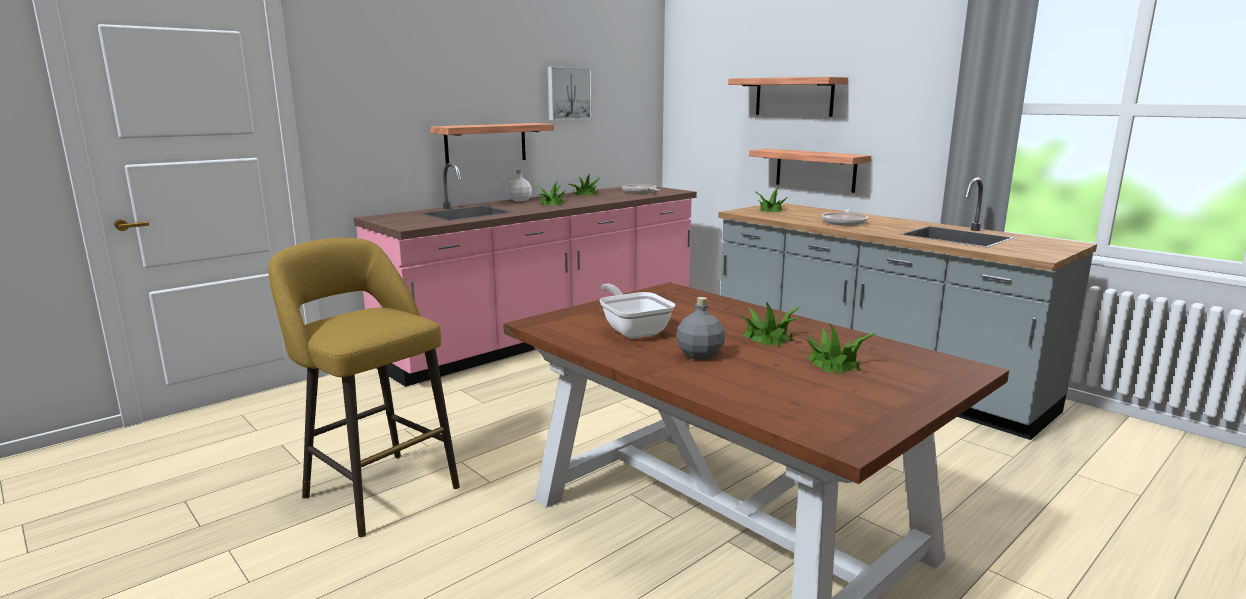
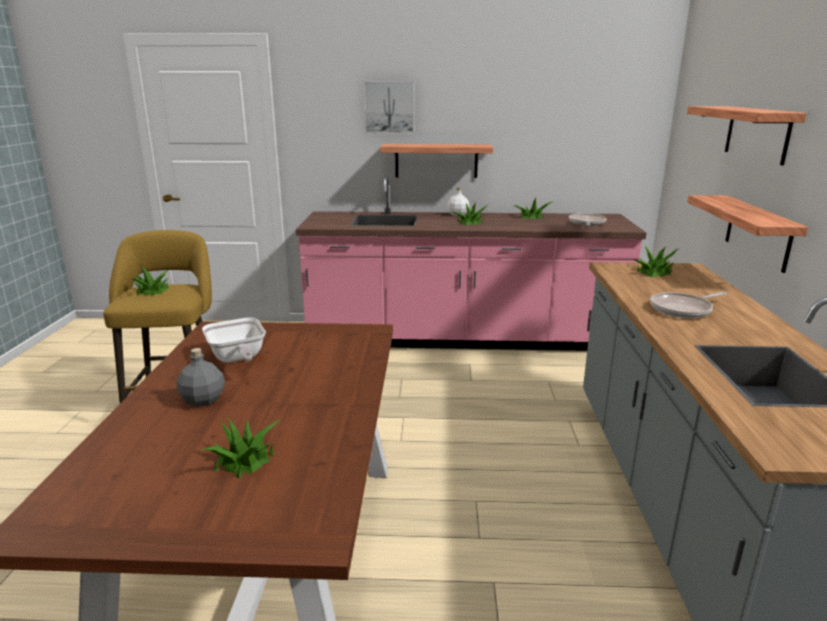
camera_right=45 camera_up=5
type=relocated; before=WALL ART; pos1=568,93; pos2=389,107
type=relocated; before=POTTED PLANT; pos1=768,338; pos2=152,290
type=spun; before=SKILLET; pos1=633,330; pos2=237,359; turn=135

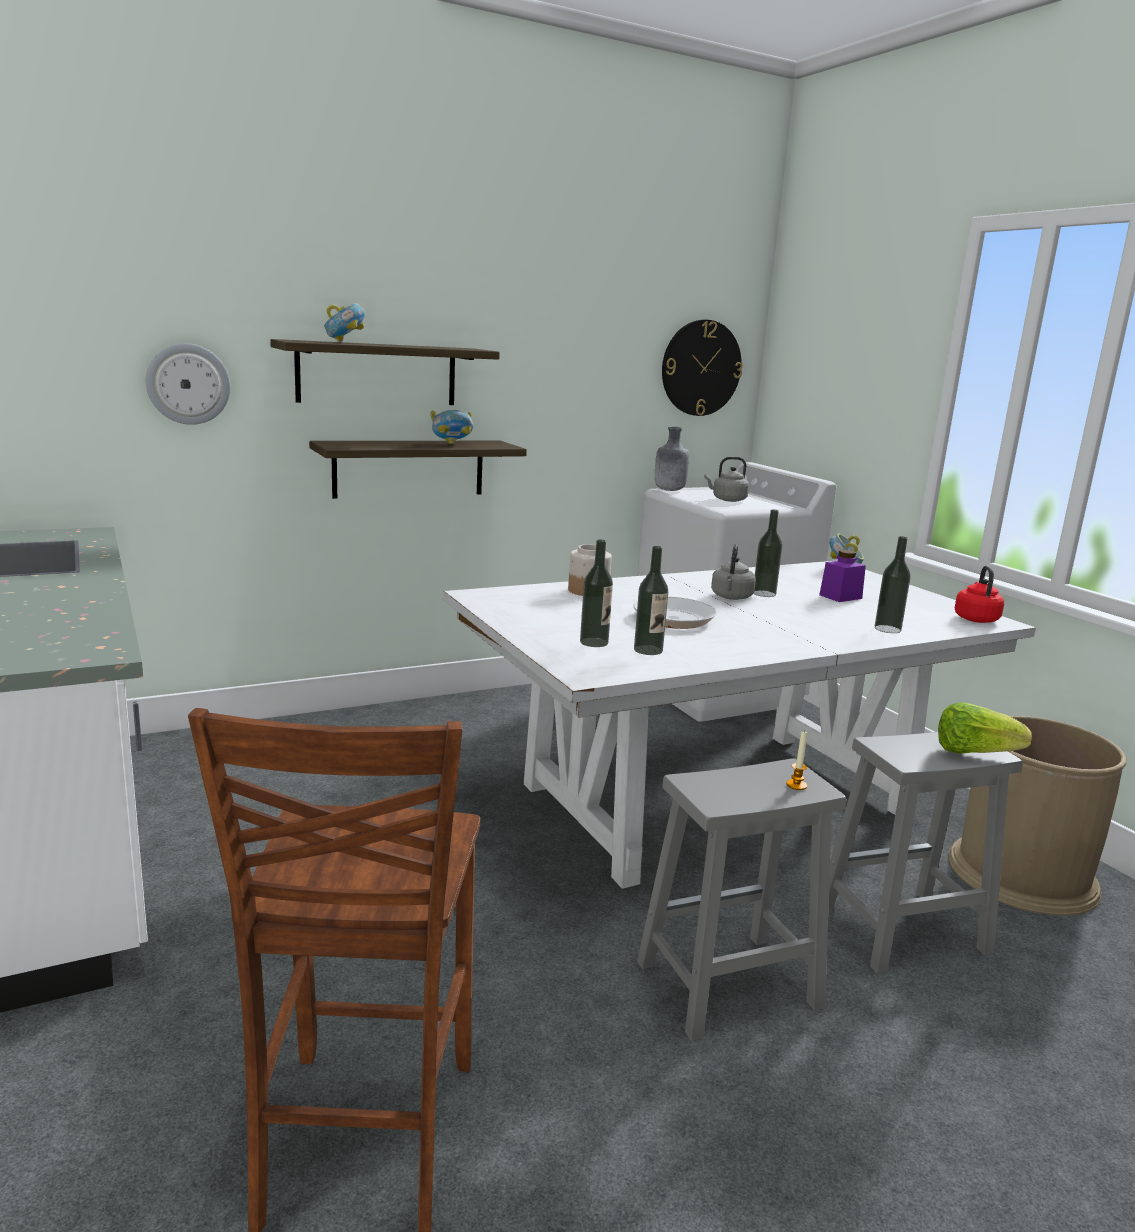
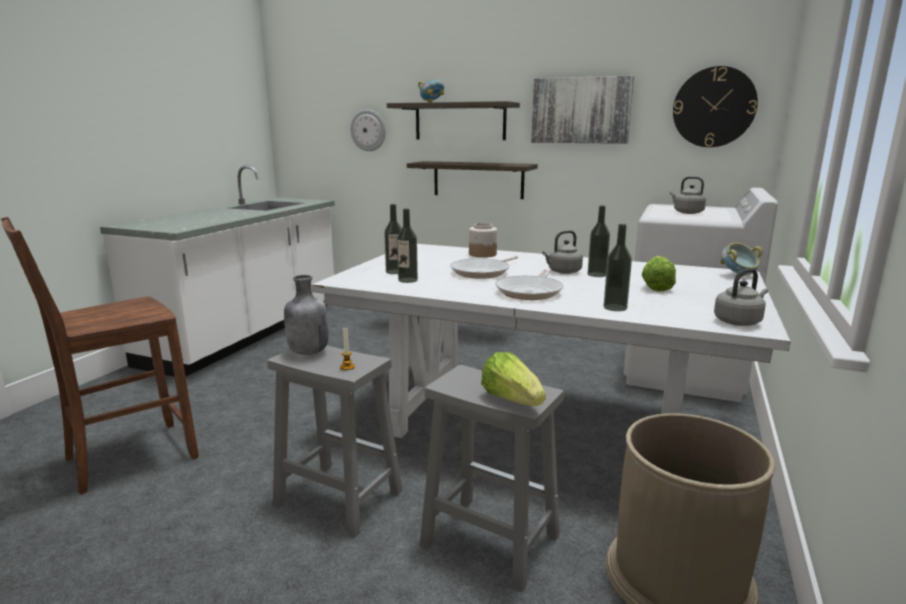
camera_right=50 camera_up=0
type=missing; before=DEEP DISH; pos1=452,444
type=appeared; after=SKILLET; pos2=530,291
type=appeared; after=WALL ART; pos2=581,110
type=relocated; before=GREYISH DRINK BOTTLE; pos1=669,490; pos2=307,352
type=exchanged; before=PURPLE-COLOURED STORAGE JAR; after=LETTUCE HEAD; pos1=840,597; pos2=656,287
type=colour; before=RED-COLOURED KETTLE; after=GREYISH KETTLE; pos1=975,618; pos2=739,322

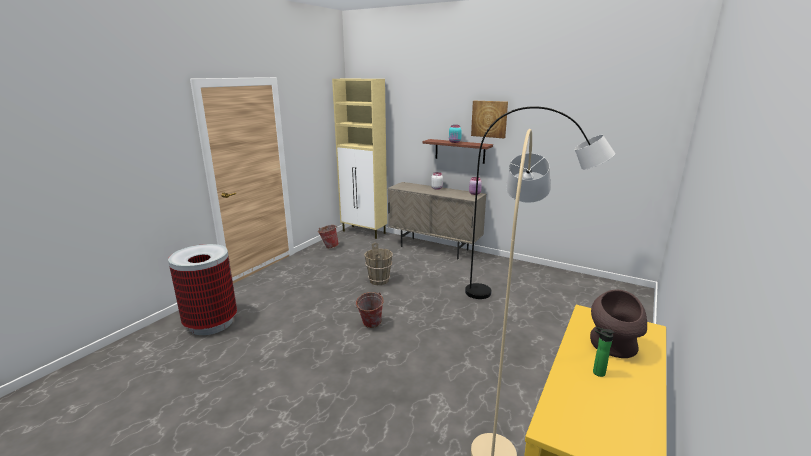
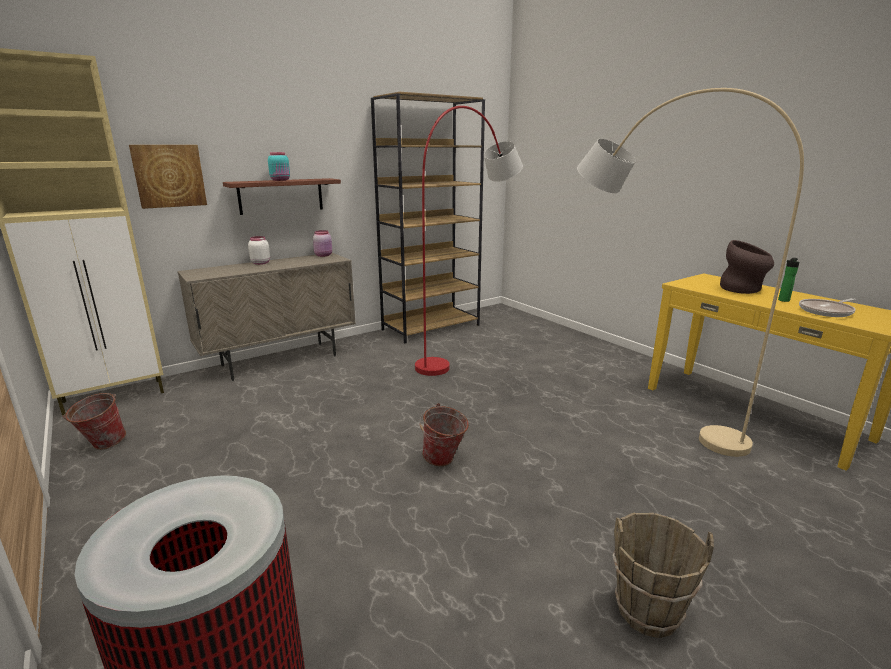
camera_right=-65 camera_up=0
type=appeared; after=BROWN SHELVING UNIT; pos2=431,327
type=appeared; after=SKILLET; pos2=827,311
type=relocated; before=BROWN PAIL; pos1=379,280; pos2=647,611
type=relocated; before=WALL ART; pos1=489,119; pos2=169,176
type=colour; before=GREYISH STANDING LAMP; after=RED-COLOURED STANDING LAMP; pos1=528,298; pos2=470,349

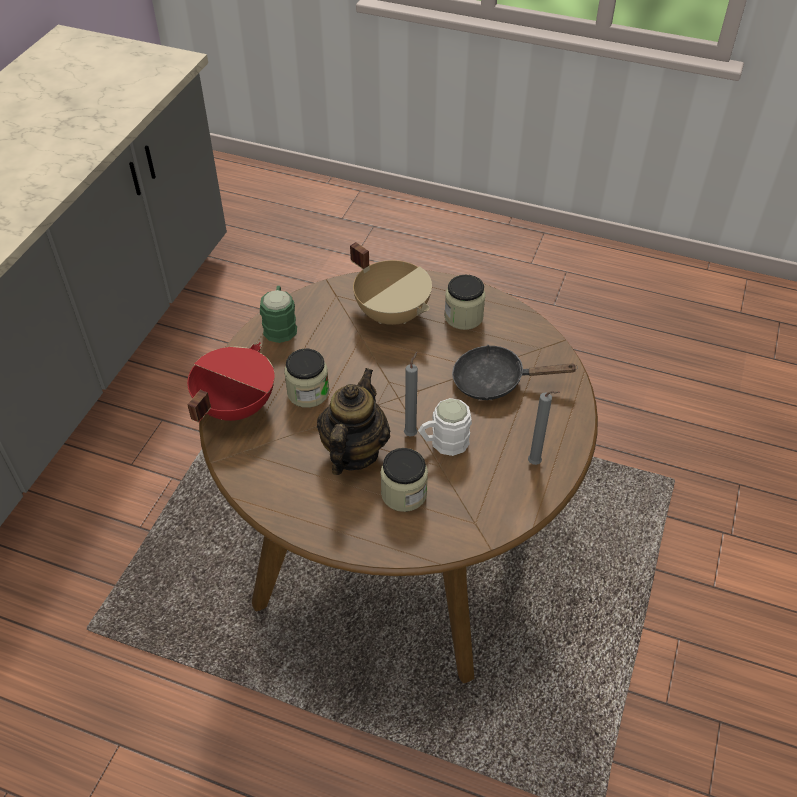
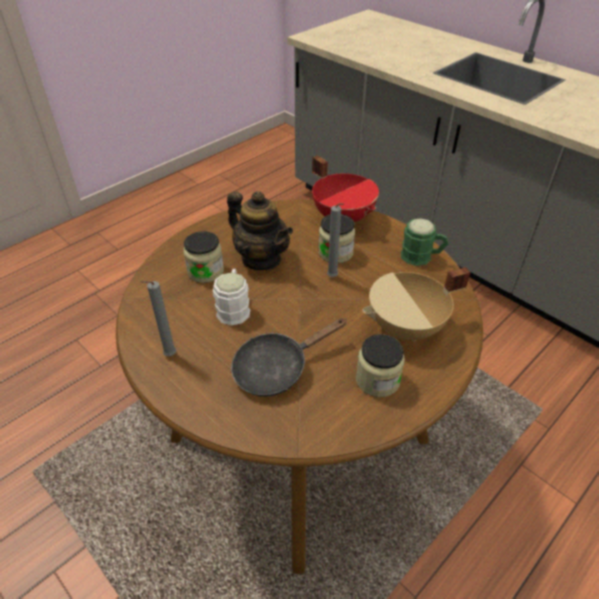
camera_right=115 camera_up=-5
type=relocated; before=GREYISH WAX CANDLE; pos1=411,433; pos2=333,278
type=spun; before=BLACKISH SKILLET; pos1=495,381; pos2=276,368; turn=-150

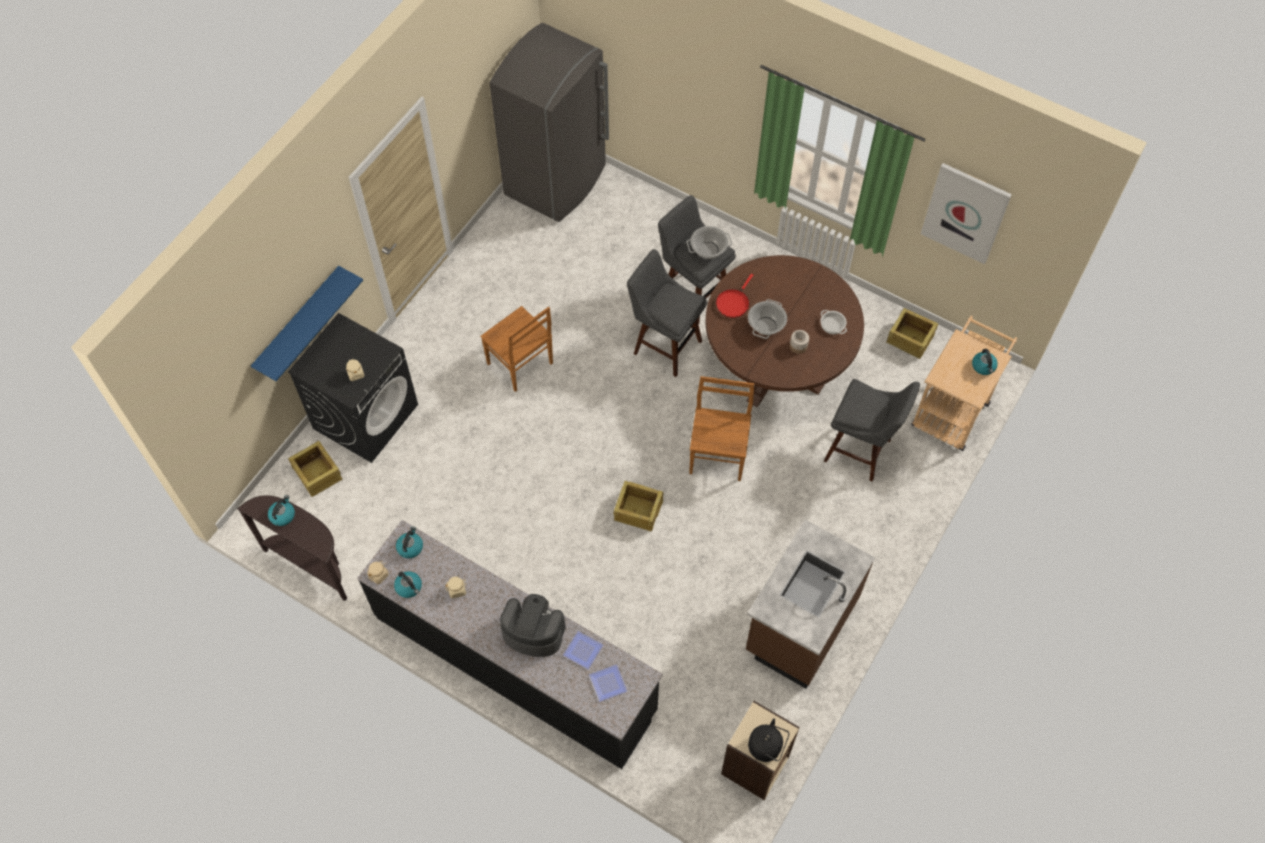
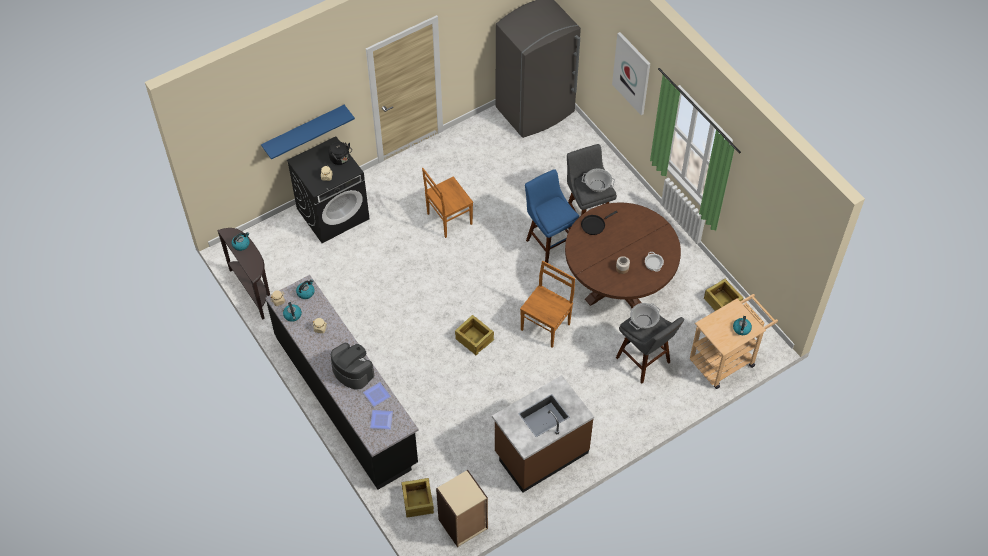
camera_right=25 camera_up=-5
type=relocated; before=PACKING CRATE; pos1=317,474; pos2=417,502
type=relocated; before=SAUCEPOT; pos1=766,325; pos2=643,321
type=relocated; before=BLACKISH KETTLE; pos1=767,747; pos2=341,159
type=relocated; before=WALL ART; pos1=965,212; pos2=632,73
type=colour; before=GREYISH SITTING STOOL; after=BLUE SITTING STOOL; pos1=664,345; pos2=549,243
type=colour; before=RED-COLOURED SKILLET; after=BLACKISH SKILLET; pos1=733,303; pos2=594,225
type=spun; before=BROWN CHAIR; pos1=521,365; pos2=448,219; turn=75

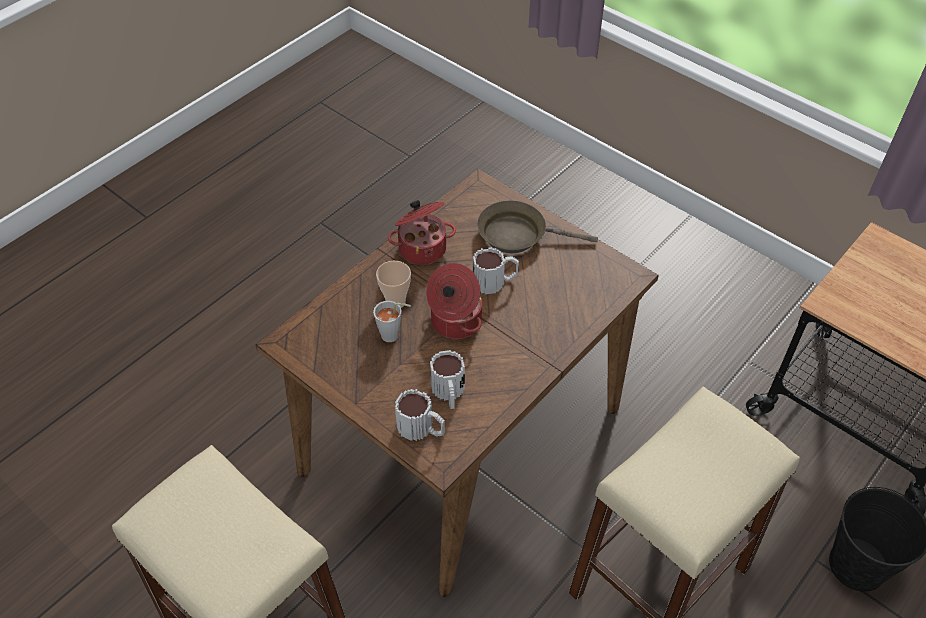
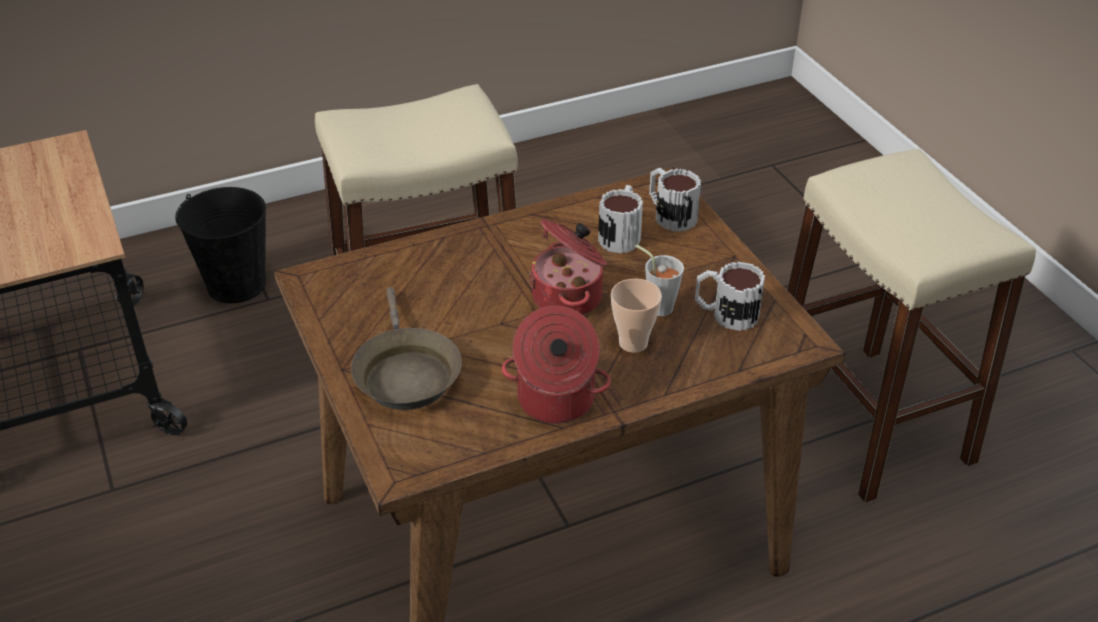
camera_right=-155 camera_up=-10
type=relocated; before=MUG; pos1=495,281; pos2=726,313
type=spun; before=BROWN SKILLET; pos1=518,235; pos2=405,374; turn=45

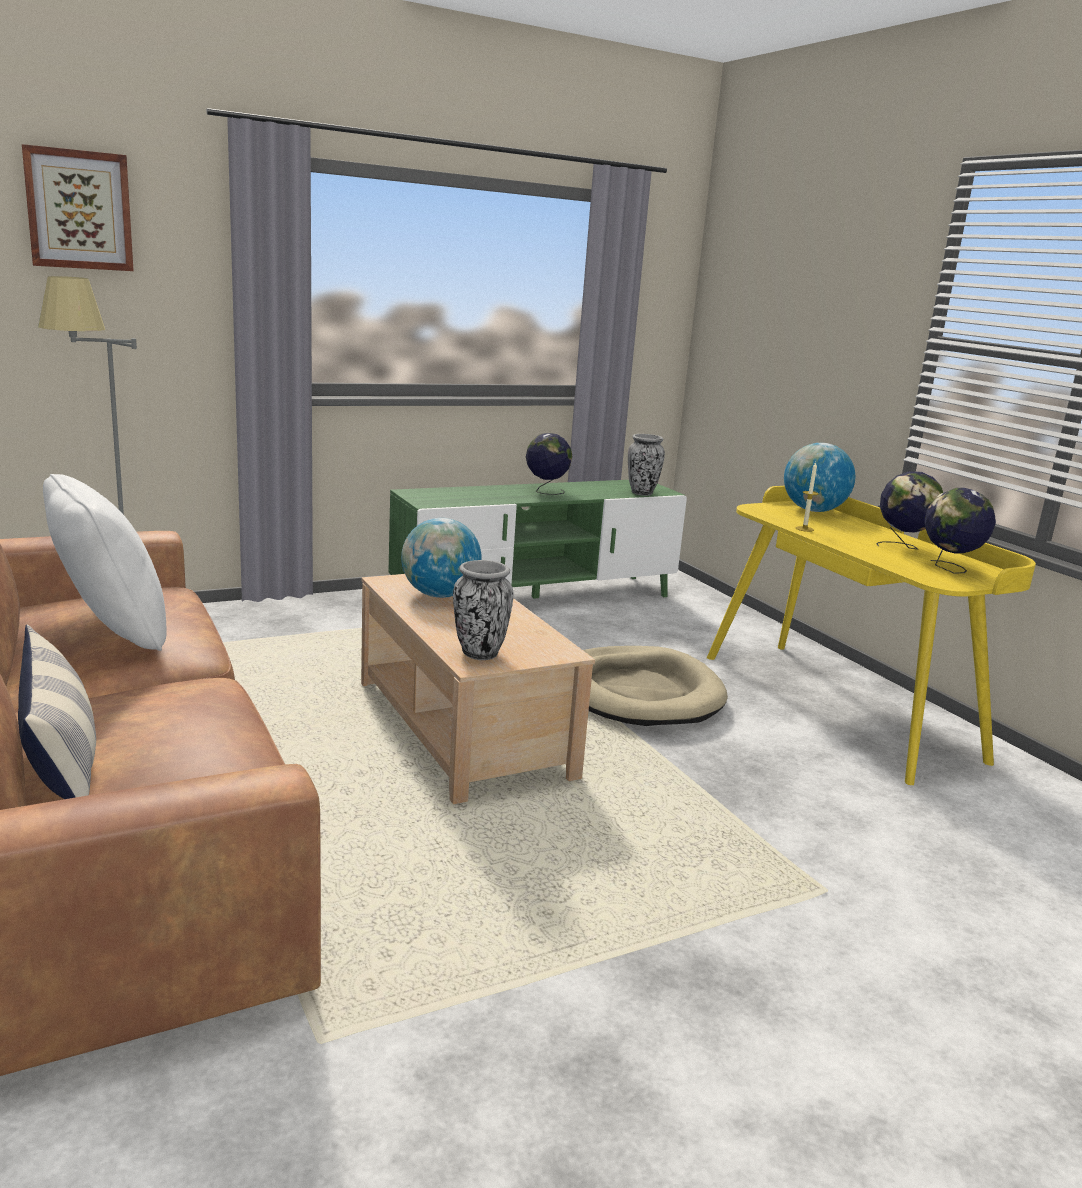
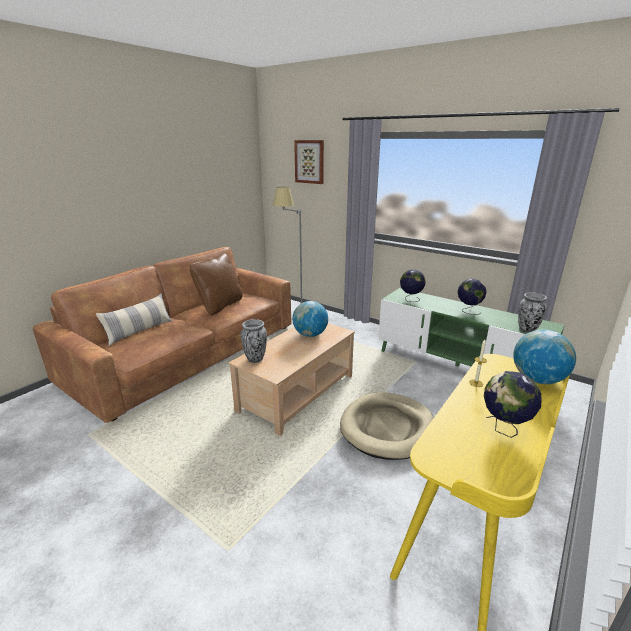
camera_right=65 camera_up=5
type=relocated; before=DESK GLOBE; pos1=949,569; pos2=410,299
type=colour; before=WHITE-COLOURED CUSHION; after=BROWN CUSHION; pos1=110,632; pos2=220,306

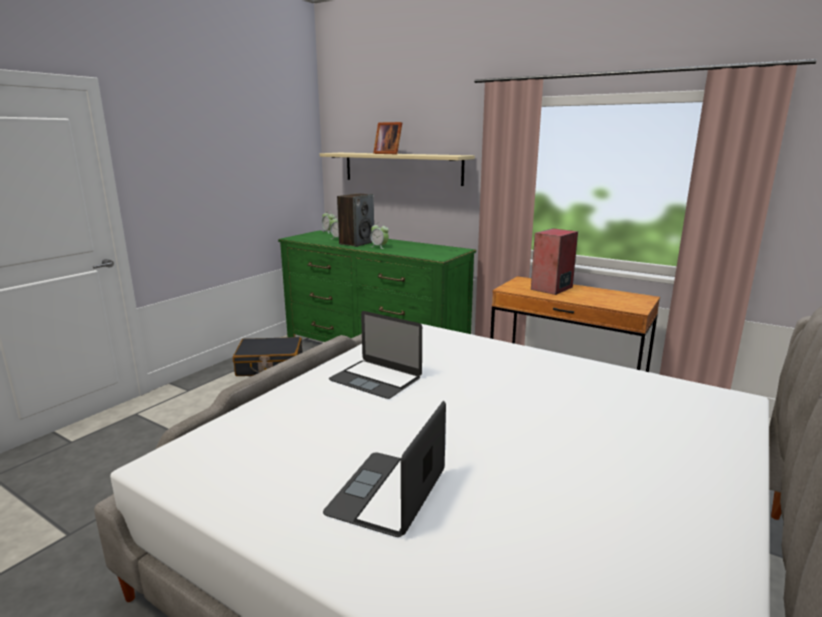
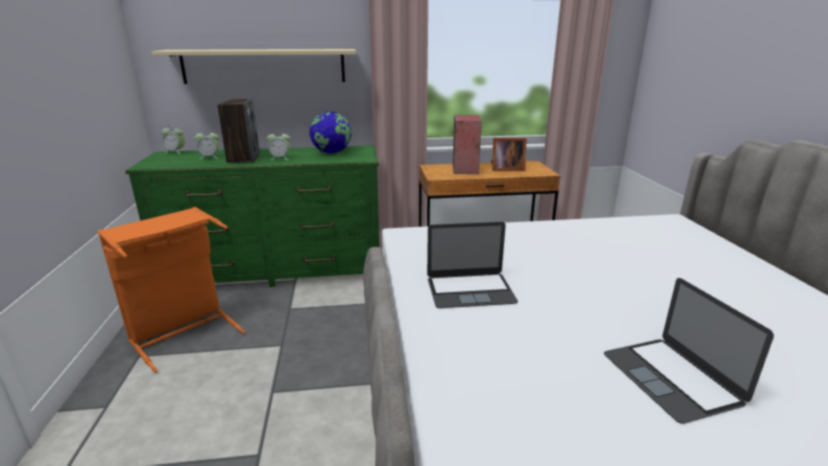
camera_right=-40 camera_up=5
type=appeared; after=DESK GLOBE; pos2=332,153
type=relocated; before=PHOTO FRAME; pos1=388,154; pos2=506,169
type=exchanged; before=BLACKISH SUITCASE; after=ORANGEY HAMPER; pos1=270,366; pos2=183,332

